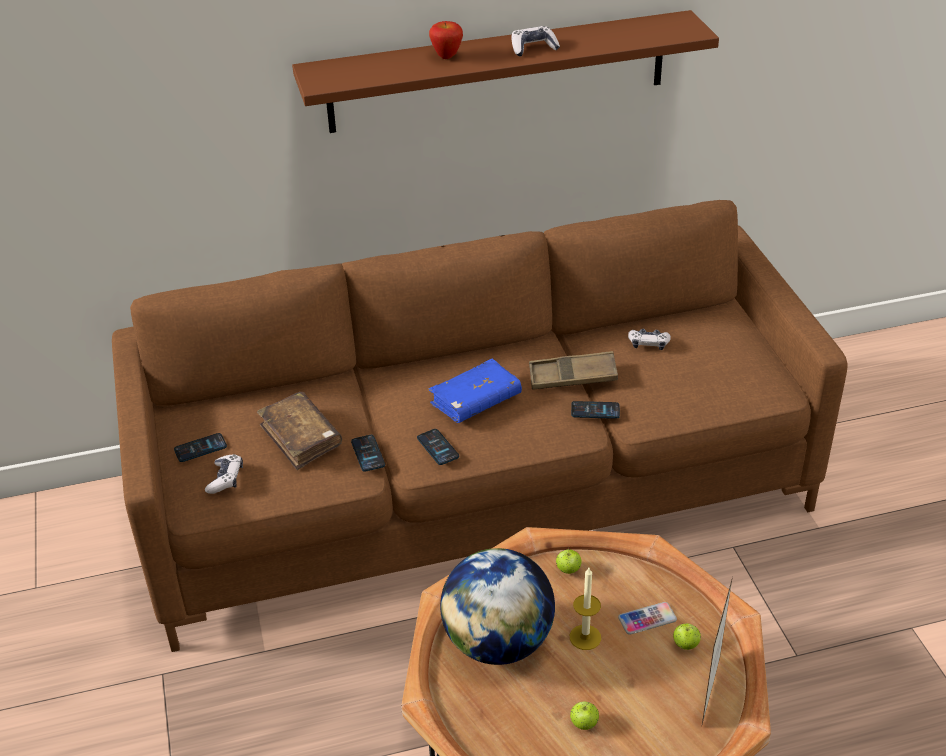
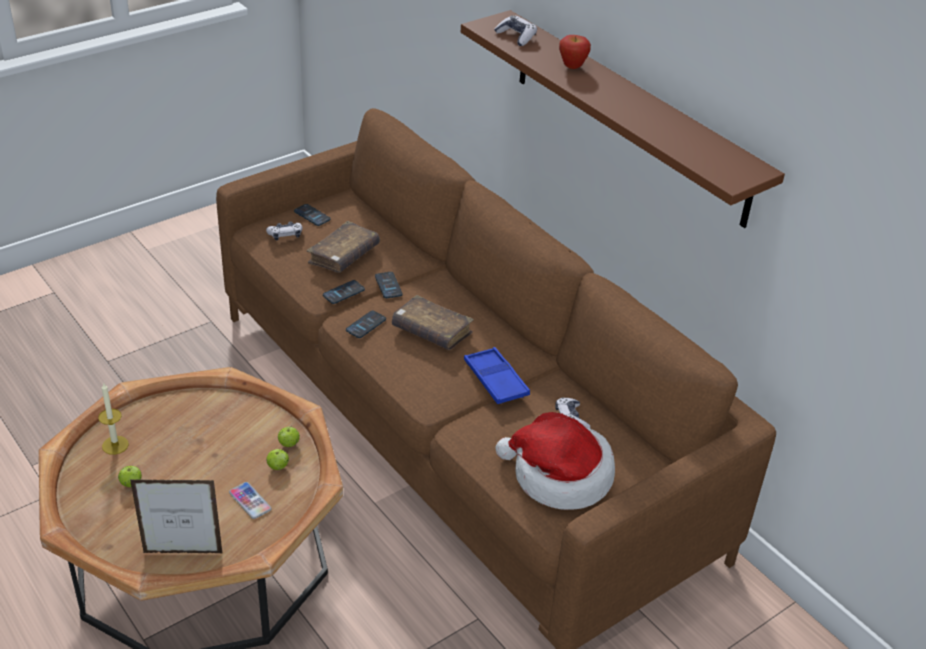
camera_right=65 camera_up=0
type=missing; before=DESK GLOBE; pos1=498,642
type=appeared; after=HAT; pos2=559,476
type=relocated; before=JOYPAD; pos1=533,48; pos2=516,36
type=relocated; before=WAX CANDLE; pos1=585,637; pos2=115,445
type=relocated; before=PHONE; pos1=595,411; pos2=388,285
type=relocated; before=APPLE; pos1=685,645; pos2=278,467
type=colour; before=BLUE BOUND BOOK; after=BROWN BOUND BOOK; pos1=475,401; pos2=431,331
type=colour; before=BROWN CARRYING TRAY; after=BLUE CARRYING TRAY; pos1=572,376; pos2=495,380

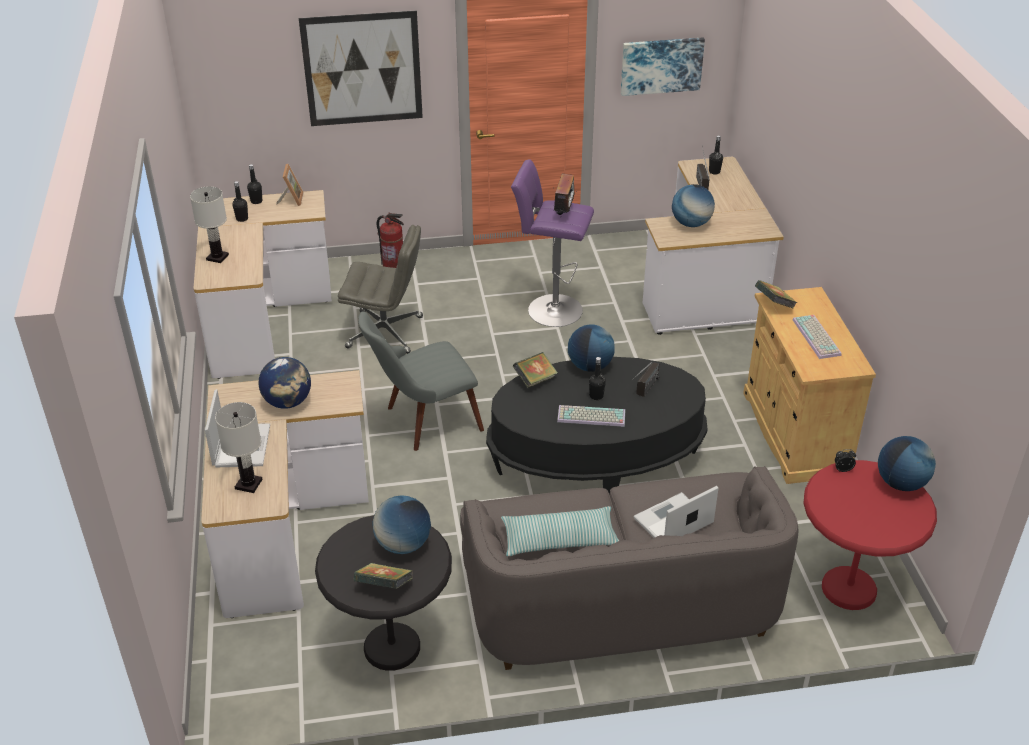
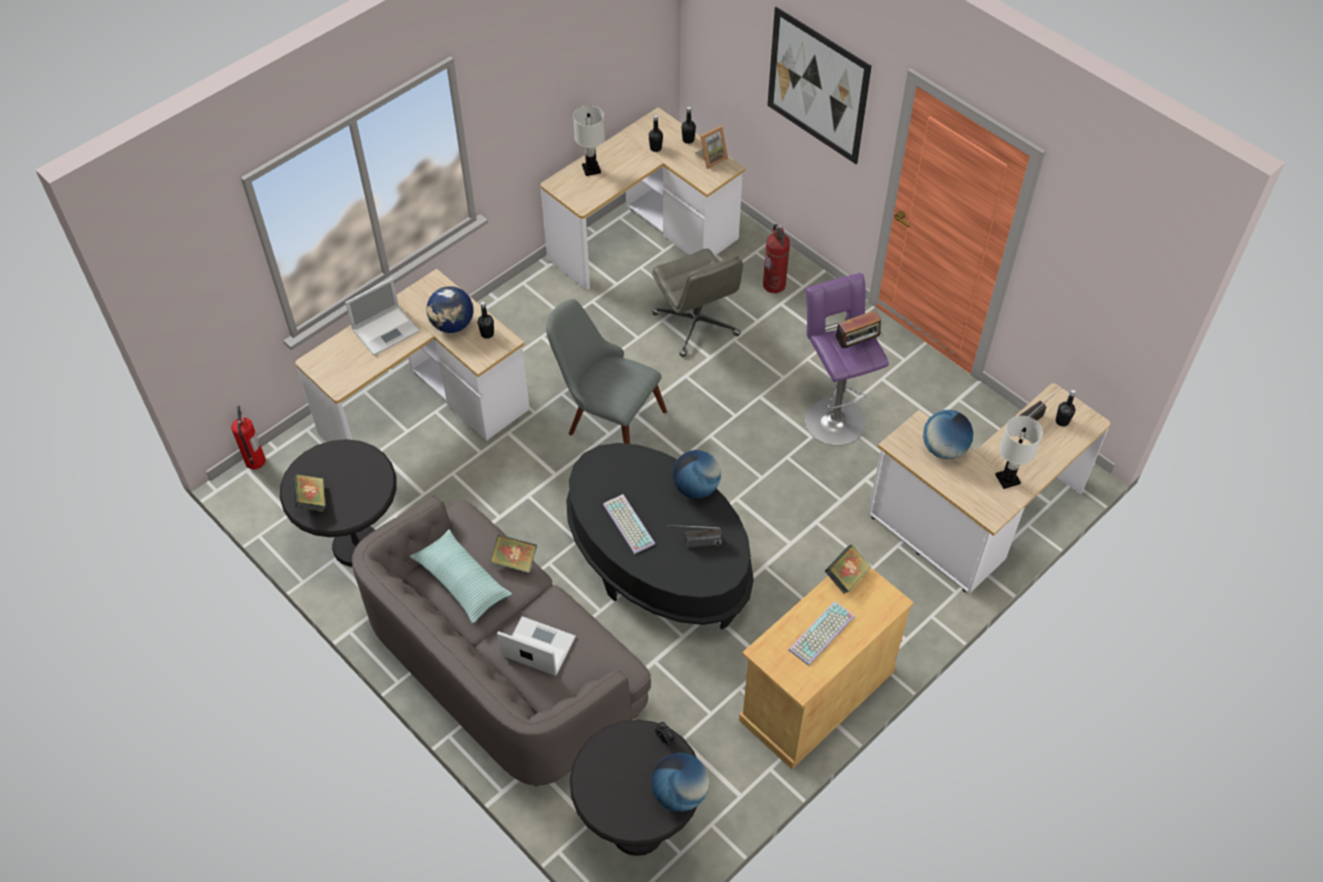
camera_right=55 camera_up=15
type=missing; before=DESK GLOBE; pos1=403,544
type=missing; before=WALL ART; pos1=661,65
type=appeared; after=FIRE-FIGHTING CYLINDER; pos2=255,461
type=relocated; before=WHITE-COLOURED TABLE LAMP; pos1=248,484; pos2=1007,479
type=relocated; before=BOUND BOOK; pos1=535,380; pos2=514,561
type=relocated; before=BLACKISH DRINK BOTTLE; pos1=596,396; pos2=487,334
type=colour; before=RED-COLOURED END TABLE; after=BLACKISH END TABLE; pos1=848,589; pos2=637,829

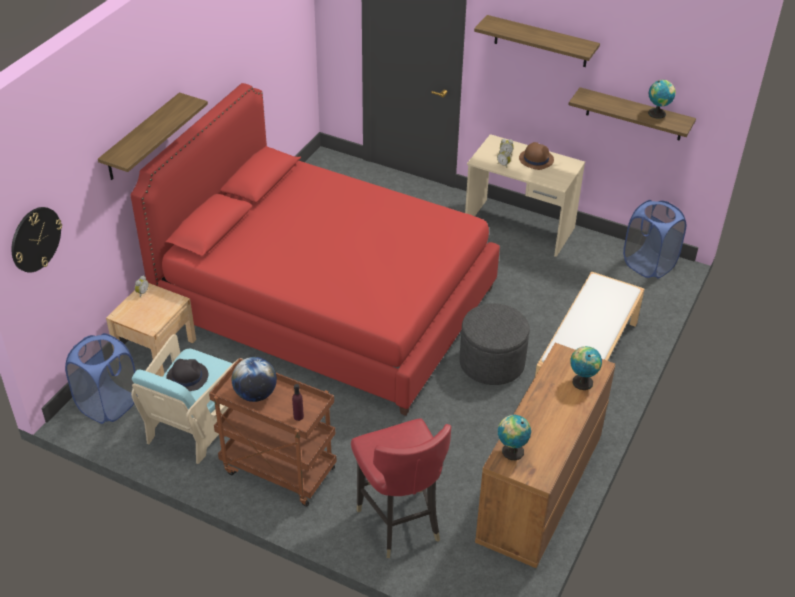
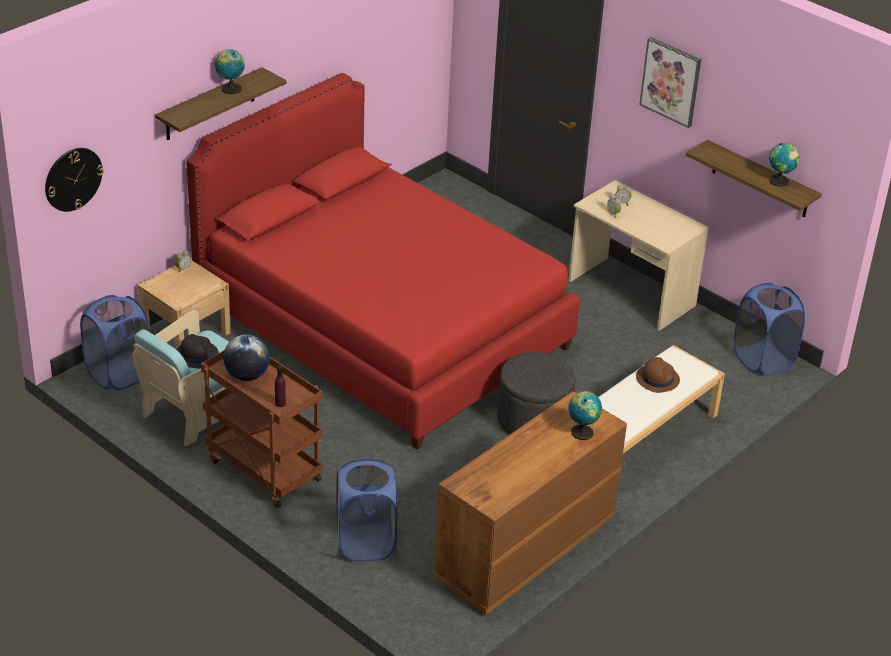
camera_right=15 camera_up=-5
type=relocated; before=DESK GLOBE; pos1=511,451; pos2=230,88
type=relocated; before=BROWN HAT; pos1=536,159; pos2=657,378
type=exchanged; before=RED-COLOURED CHAIR; after=BLUE HAMPER; pos1=399,522; pos2=365,543
type=exchanged; before=WALL SHELF; after=WALL ART; pos1=541,41; pos2=671,81

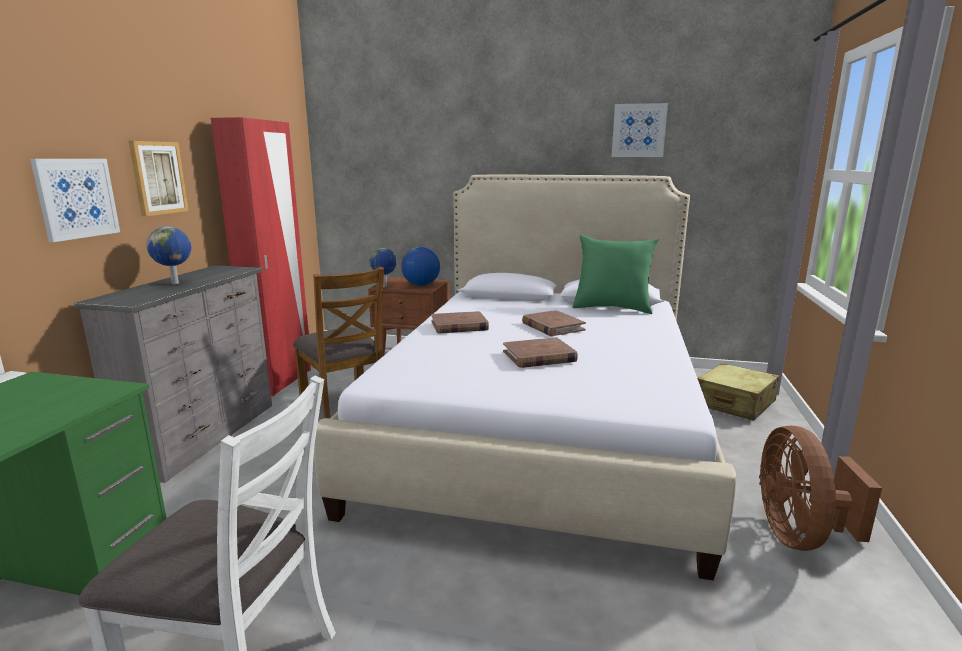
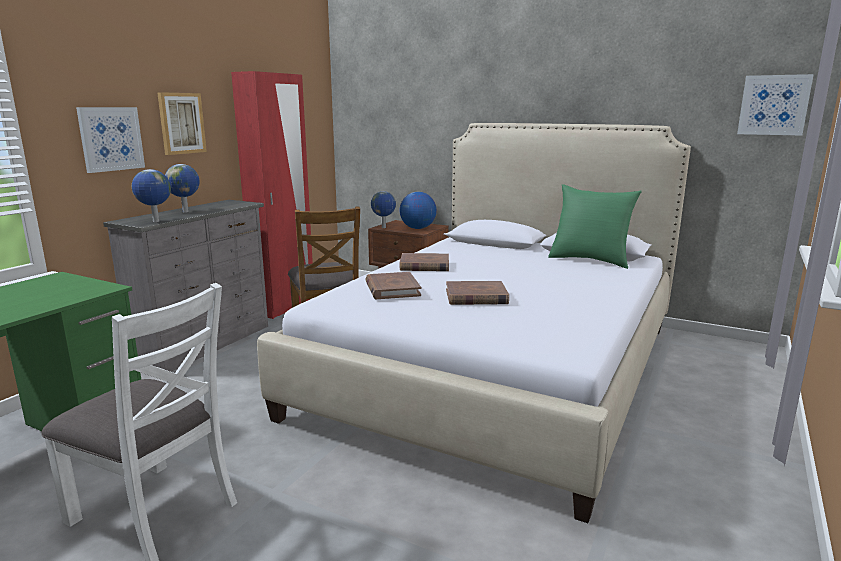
camera_right=15 camera_up=0
type=missing; before=BEIGE SUITCASE; pos1=734,403
type=missing; before=BROWN ELECTRIC FAN; pos1=799,535
type=appeared; after=DESK GLOBE; pos2=155,221
type=relocated; before=BROWN BOUND BOOK; pos1=552,326; pos2=392,289
type=relocated; before=WALL ART; pos1=639,130; pos2=773,105

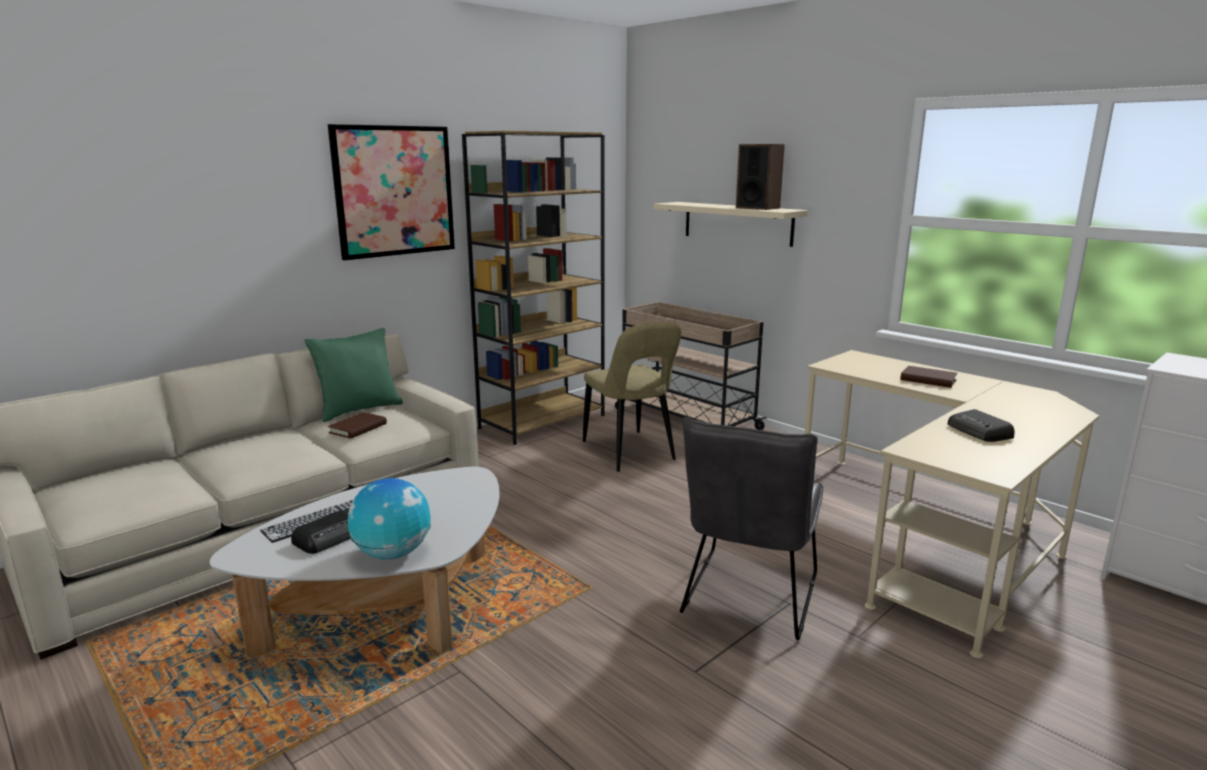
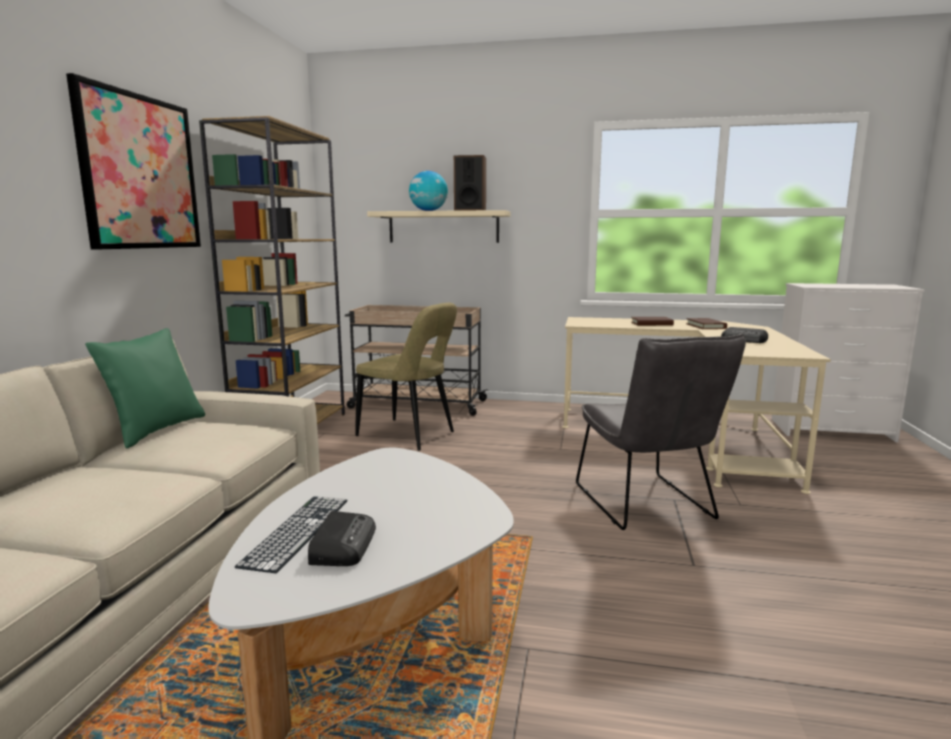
camera_right=-35 camera_up=-5
type=relocated; before=BROWN BOUND BOOK; pos1=358,428; pos2=705,326
type=relocated; before=DESK GLOBE; pos1=393,553; pos2=428,211

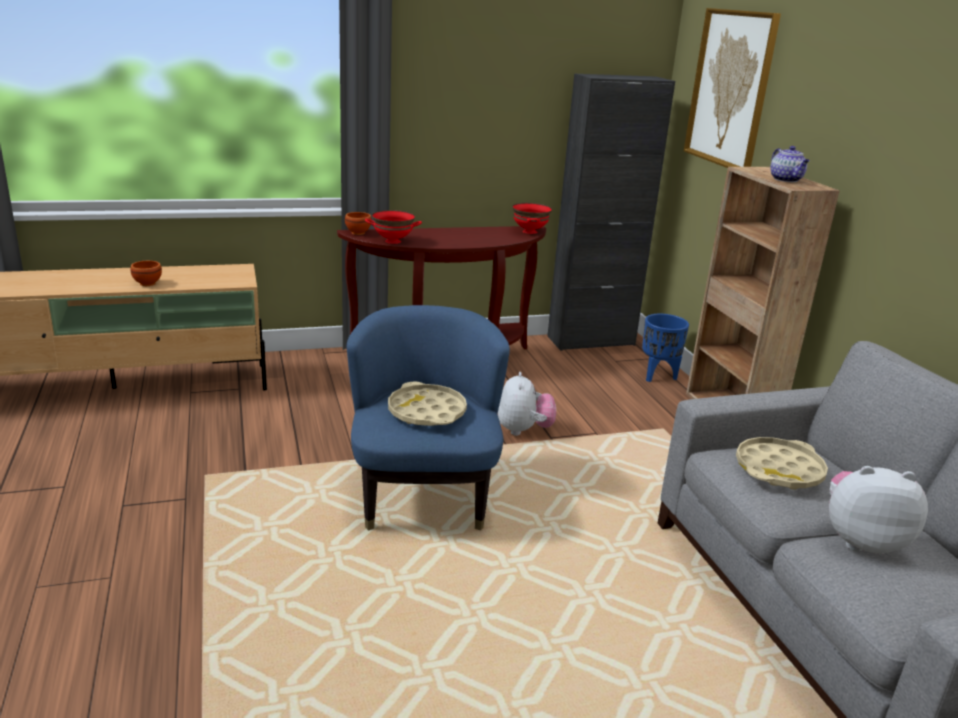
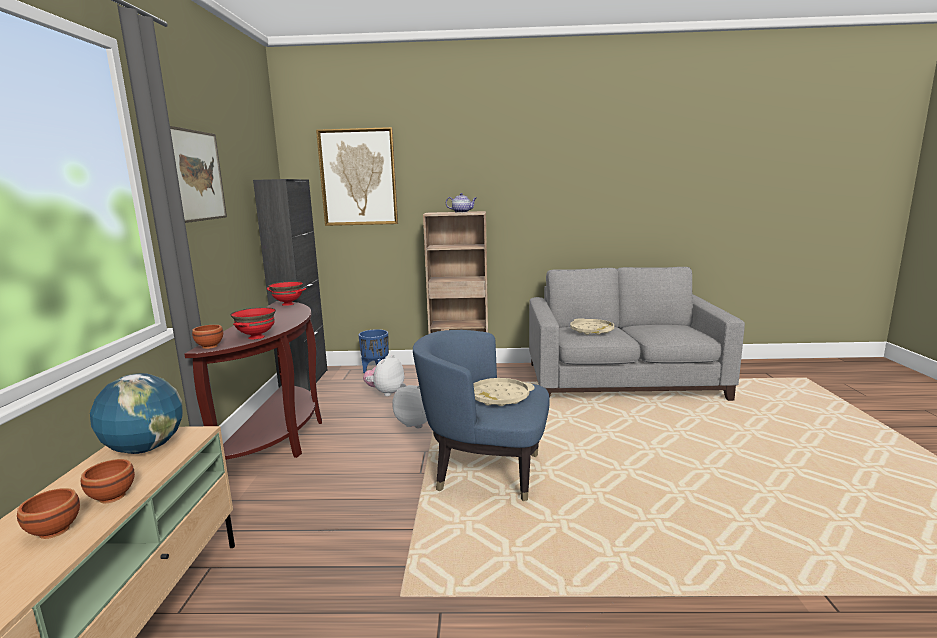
camera_right=-70 camera_up=-10
type=appeared; after=BROWN DEEP DISH; pos2=56,531
type=appeared; after=DESK GLOBE; pos2=145,448
type=appeared; after=WALL ART; pos2=197,176
type=relocated; before=SOFT TOY; pos1=861,540; pos2=385,392

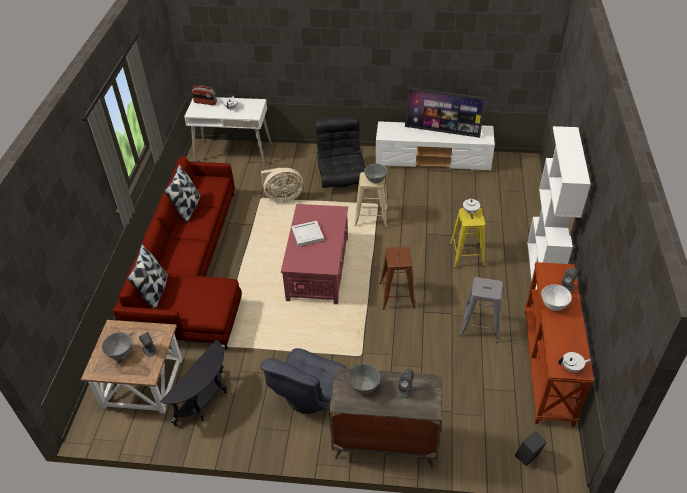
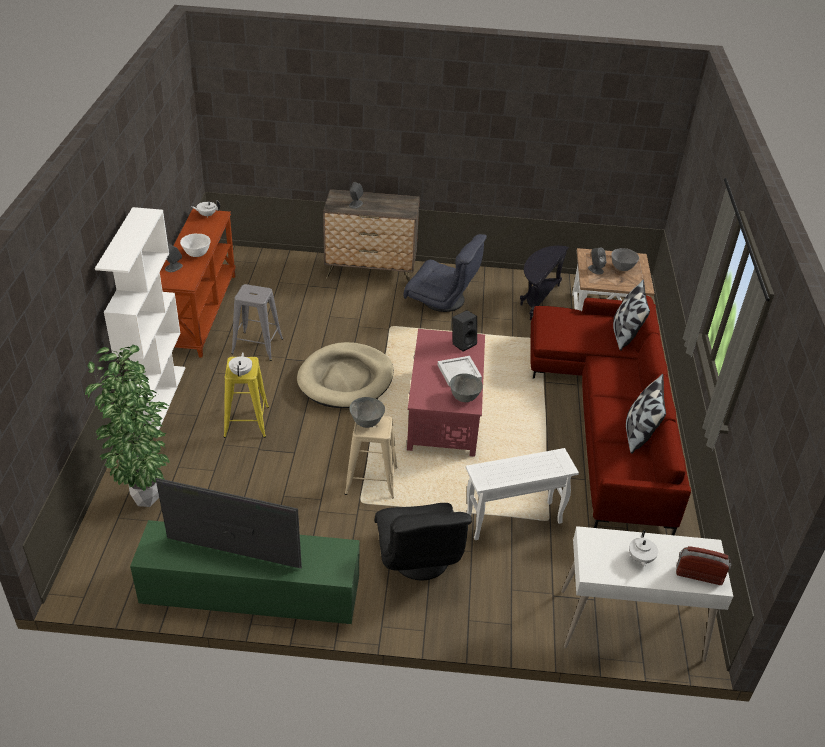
camera_right=175 camera_up=-5
type=appeared; after=POTTED PLANT; pos2=144,497
type=relocated; before=GREYISH DEEP DISH; pos1=364,386; pos2=464,398
type=relocated; before=BLACKISH SPEAKER; pos1=528,458; pos2=463,343
type=exchanged; before=BEIGE ELECTRIC FAN; after=WHITE-COLOURED END TABLE; pos1=282,197; pos2=513,521
type=exchanged; before=BROWN SITTING STOOL; after=BEIGE DOG BED; pos1=397,295; pos2=346,379
type=colour; before=WHITE-COLOURED TV STAND; after=GREEN TV STAND; pos1=433,159; pos2=249,593
type=spun; before=GREYISH EASY CHAIR; pos1=307,394; pos2=442,301; turn=90

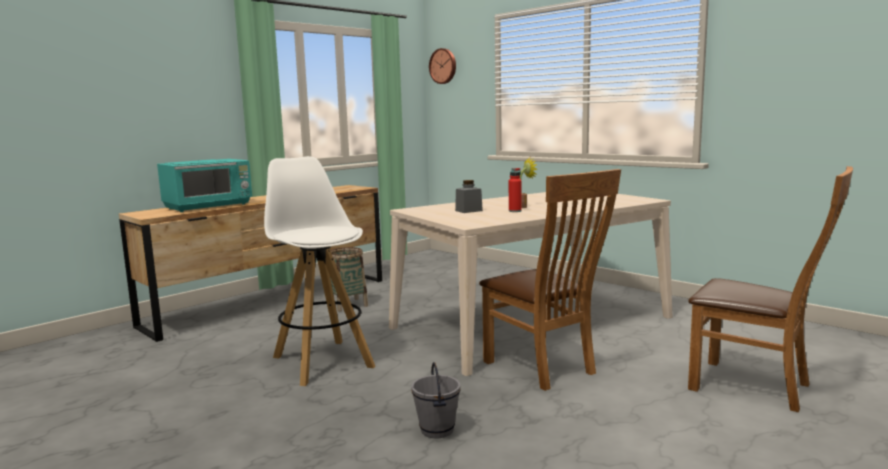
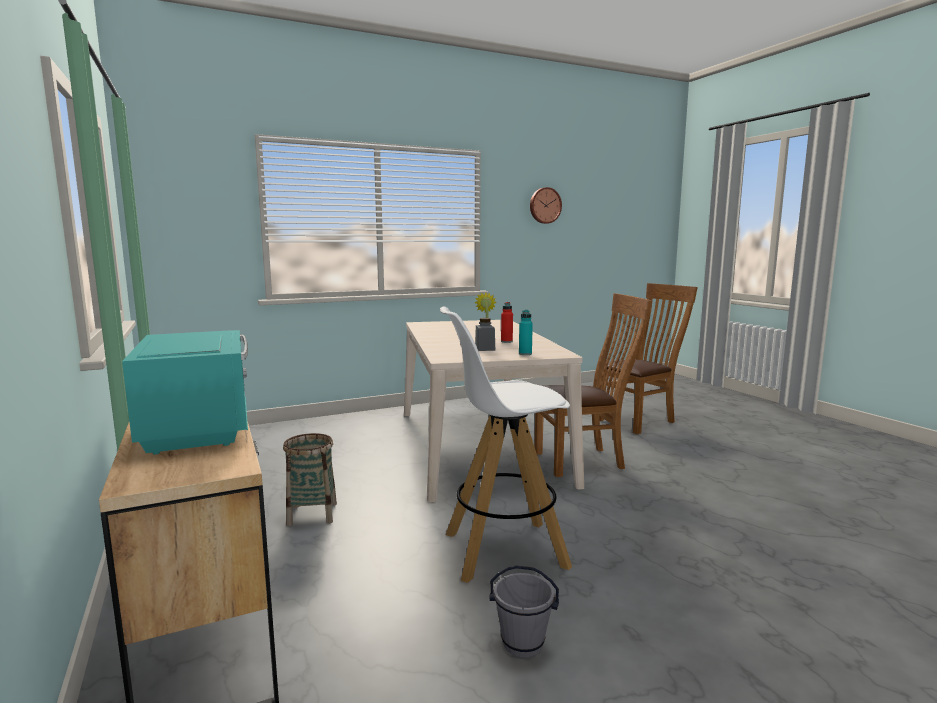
camera_right=-70 camera_up=0
type=appeared; after=TURQUOISE DRINK BOTTLE; pos2=525,354
type=relocated; before=GREYISH PAIL; pos1=437,430; pos2=523,643
type=relocated; before=WALL CLOCK; pos1=443,66; pos2=544,205

